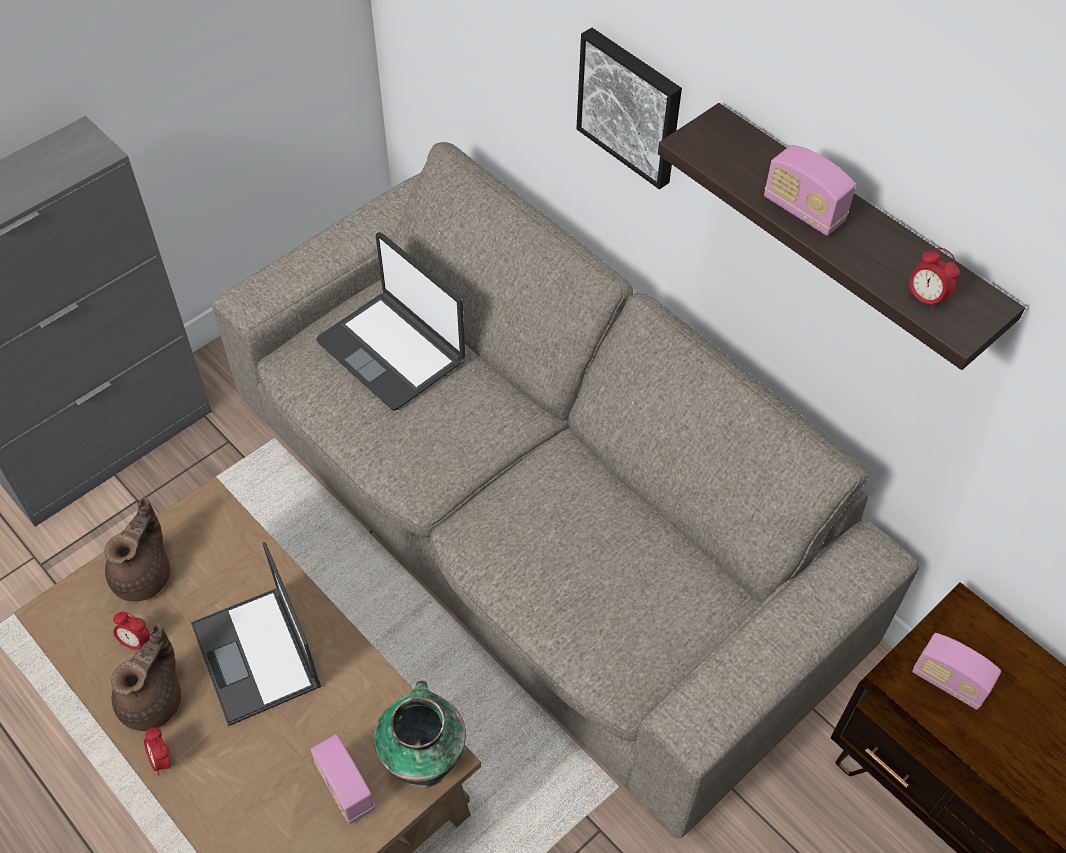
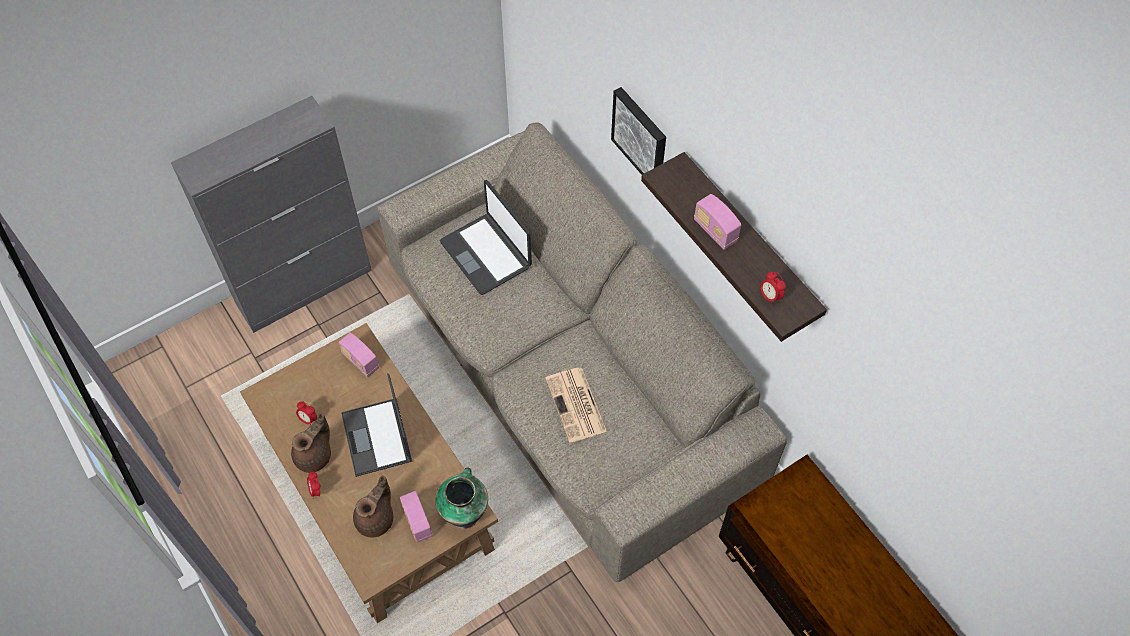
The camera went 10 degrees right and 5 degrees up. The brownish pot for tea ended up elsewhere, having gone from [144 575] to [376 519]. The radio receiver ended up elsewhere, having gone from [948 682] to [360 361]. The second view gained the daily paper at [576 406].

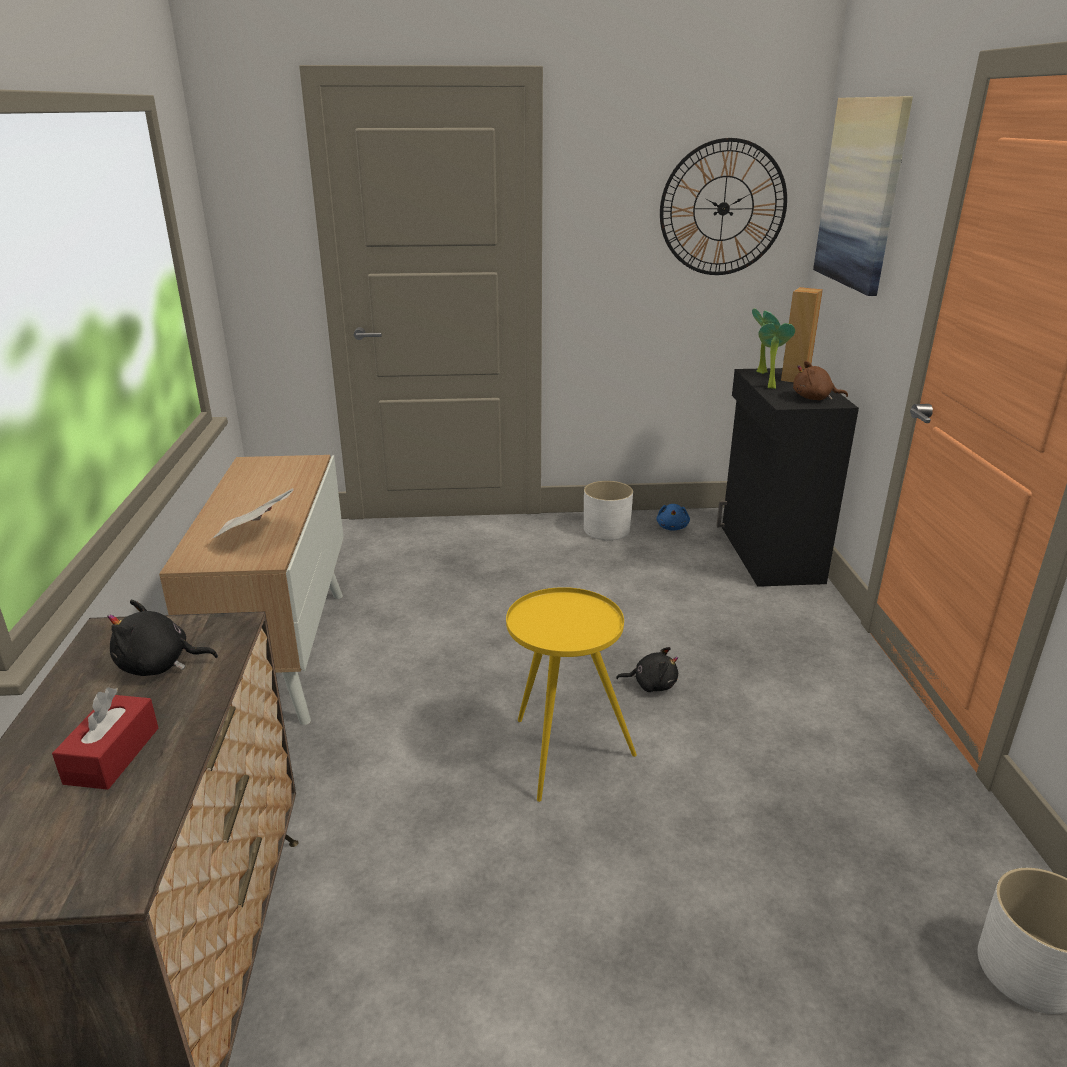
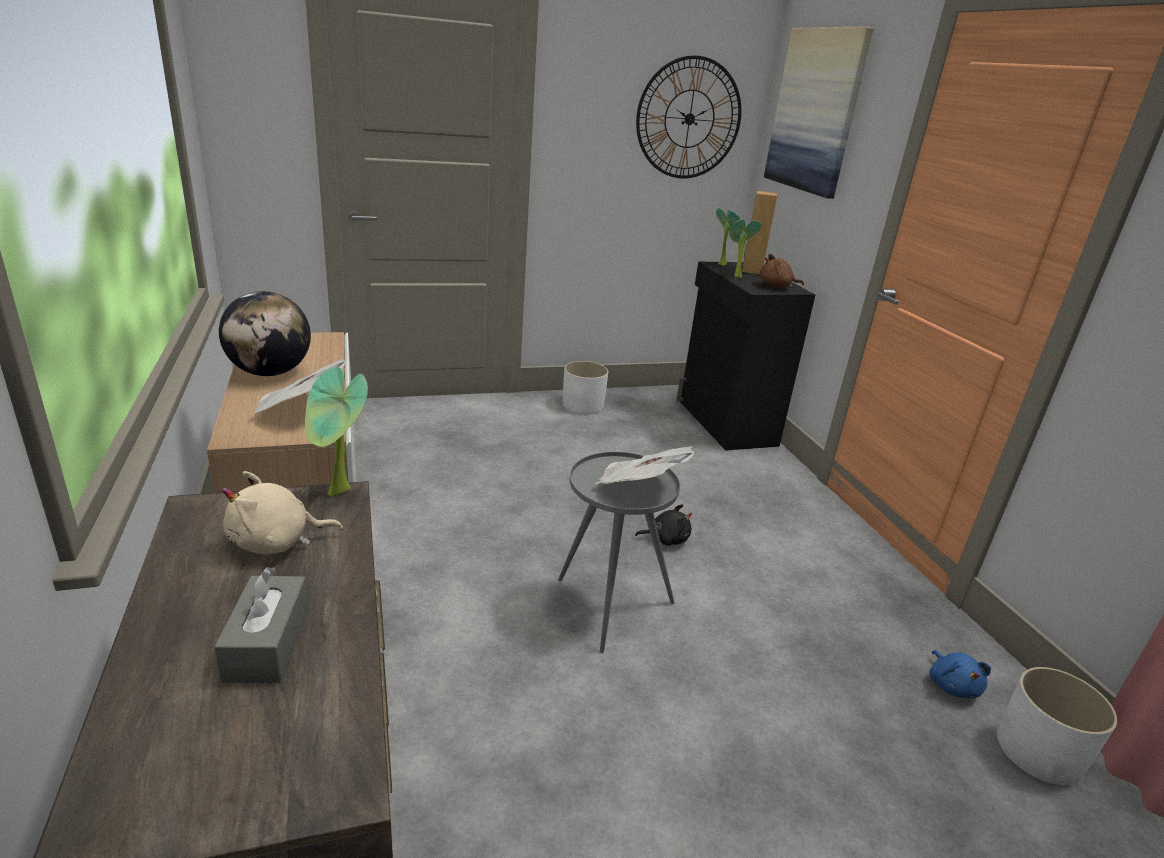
The camera went 15 degrees left and 0 degrees up. What was the red tissue holder at [112 755] turned into the grey tissue holder at [267 644]. What was the blackish plush toy at [159 665] turned into the beige plush toy at [276 542]. What was the yellowish side table at [562 753] turned into the grey side table at [608 606]. The blue-coloured plush toy ended up elsewhere, having gone from [672 527] to [952 685]. The second view gained the desk globe at [270 372]. The second view gained the plant in a pot at [339 494]. The second view gained the daily paper at [639 487].

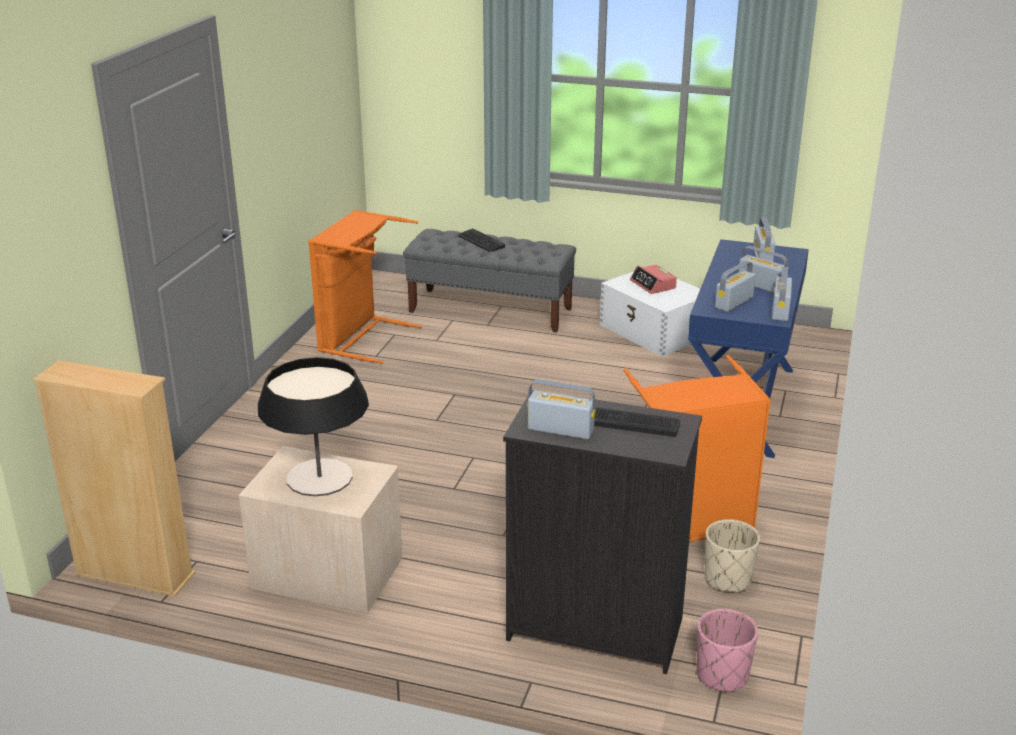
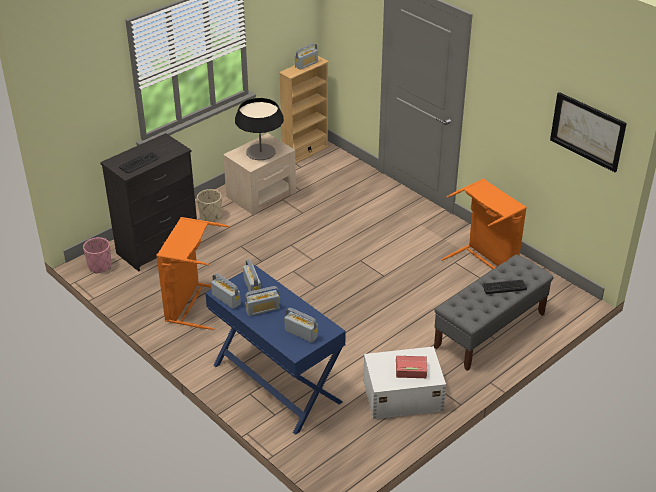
The camera went 120 degrees right and 10 degrees up. The radio receiver ended up elsewhere, having gone from [560 430] to [306 64]. The beige plant pot ended up elsewhere, having gone from [727 579] to [210 216]. The second view gained the picture at [587 131].

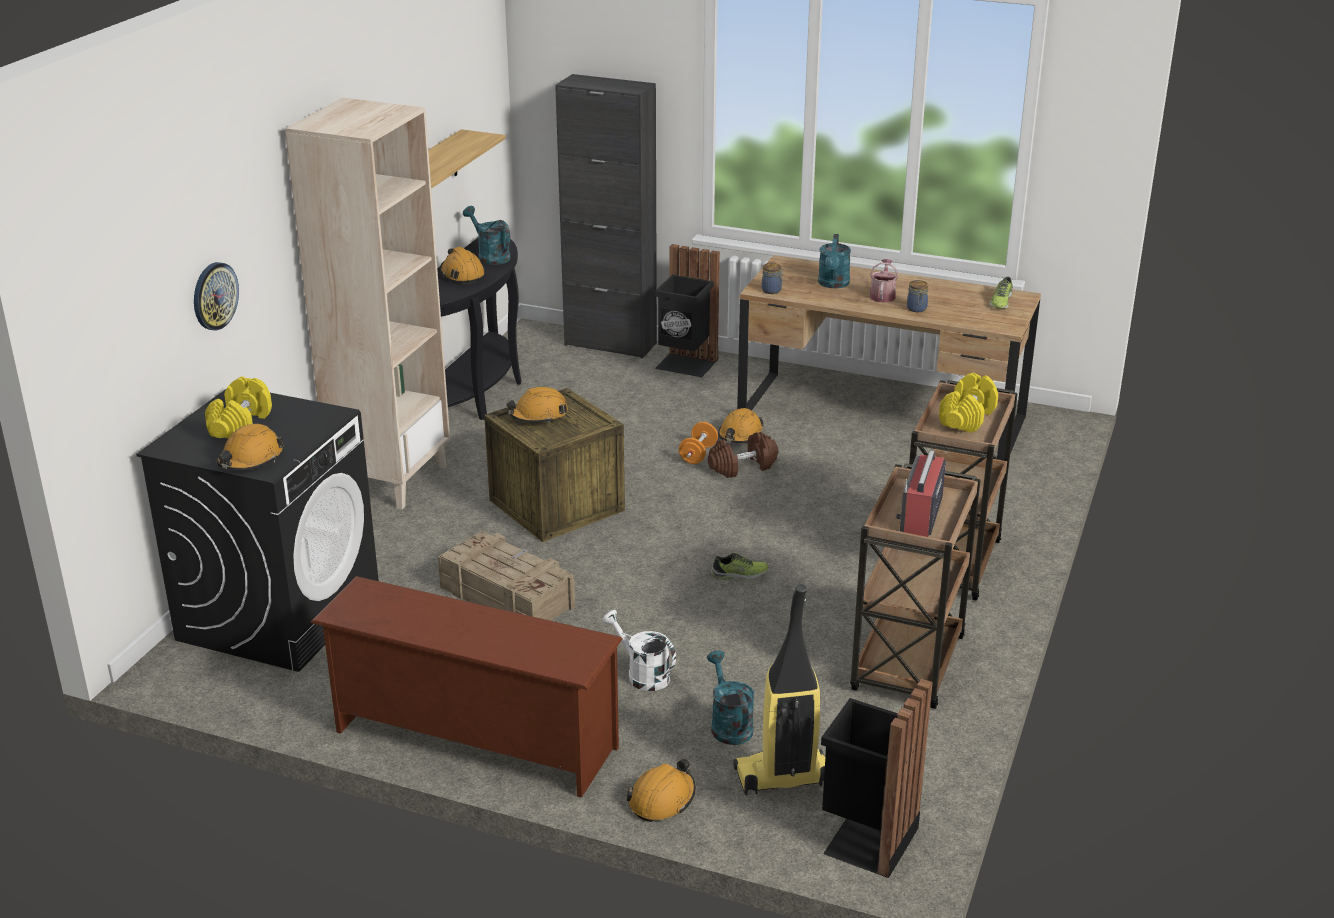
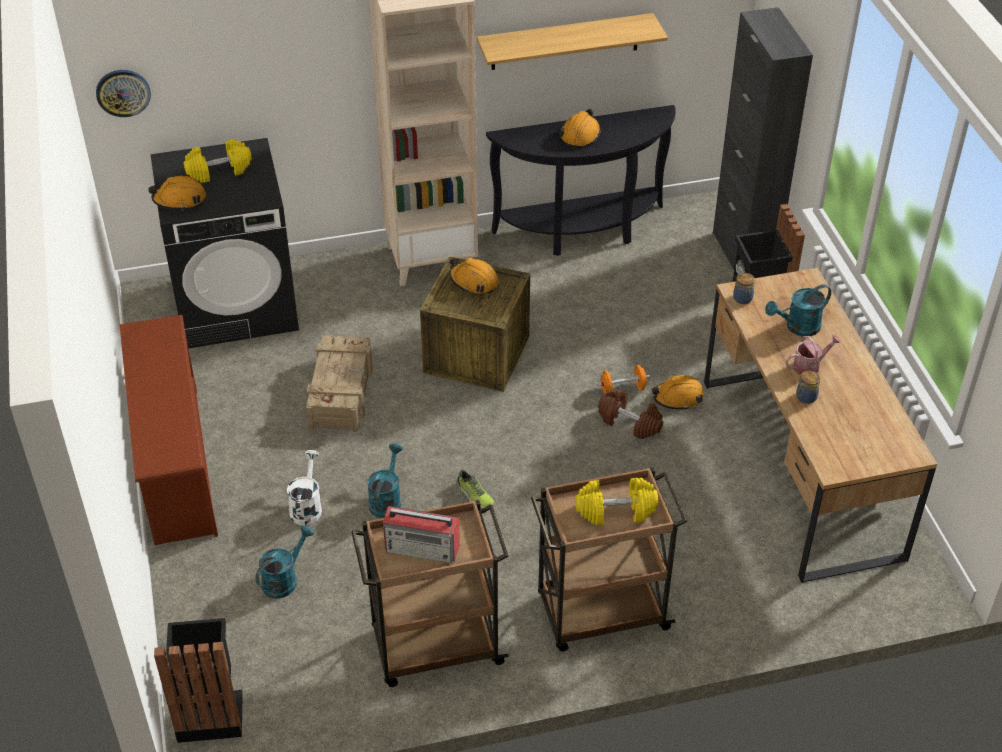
The camera went 55 degrees right and 15 degrees up. The clock on the wall ended up elsewhere, having gone from [214 296] to [123 92]. The blue-green watering can ended up elsewhere, having gone from [490 256] to [386 499]. The second view lost the orange work helmet at [662 799]. The second view lost the vacuum at [782 778]. The radio receiver at [921 516] ended up facing another way, 150 degrees counterclockwise from before. The second view lost the item of footwear at [1000 301].

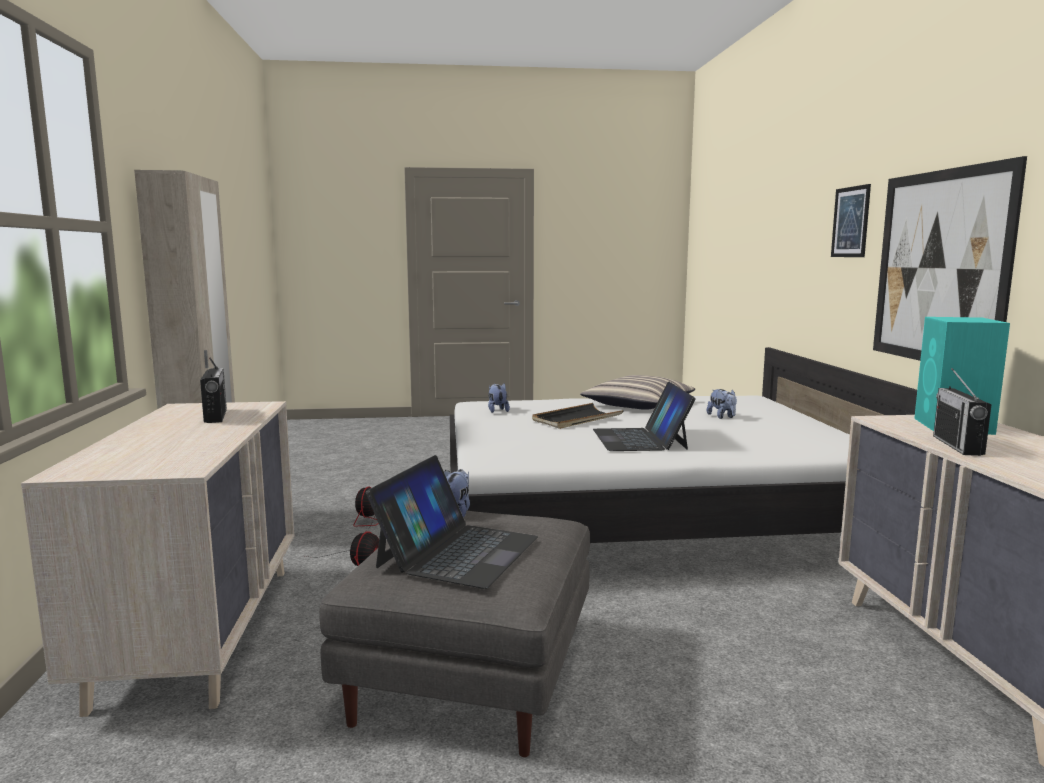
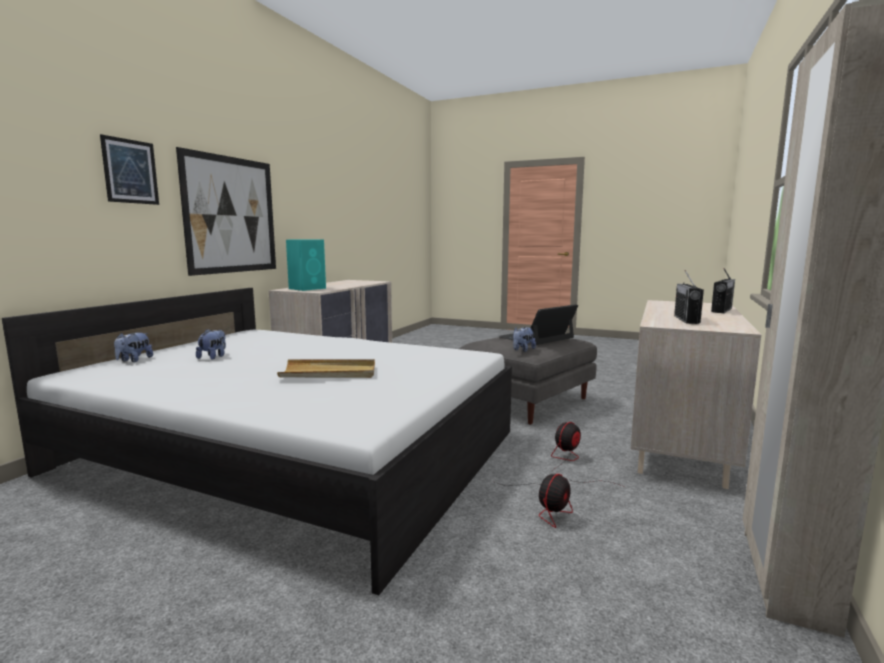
The camera went 150 degrees left and 0 degrees up. The plush toy ended up elsewhere, having gone from [497 410] to [134 360]. What was the blackish carrying tray at [577 419] turned into the beige carrying tray at [329 373]. The second view lost the pillow at [638 405]. The second view lost the notebook computer at [640 439]. The radio receiver ended up elsewhere, having gone from [957 445] to [721 310].

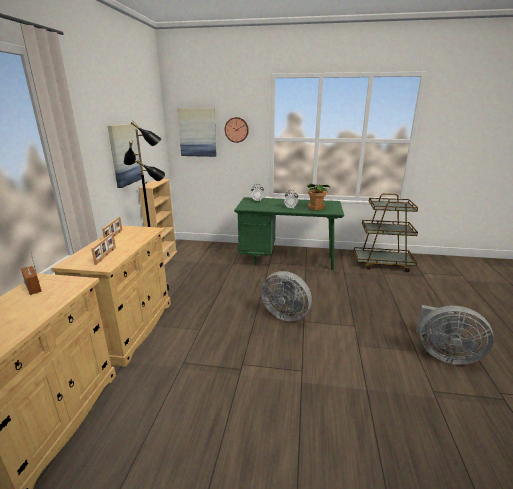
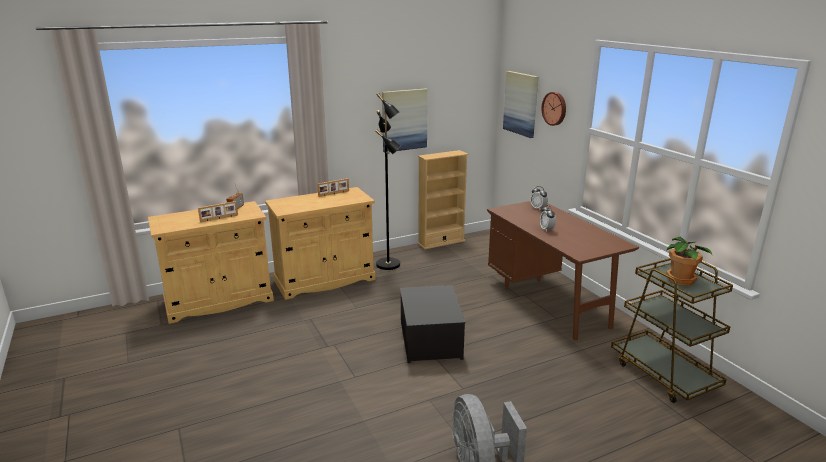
The camera went 55 degrees right and 0 degrees up. The photo frame ended up elsewhere, having gone from [106 255] to [219 218]. What was the green-coloured desk unit at [287 260] turned into the brownish desk unit at [549 302]. Where the grey fan stood at [286 314], the storage container came to stand at [431 340]. The plant in a pot ended up elsewhere, having gone from [316 208] to [681 280].

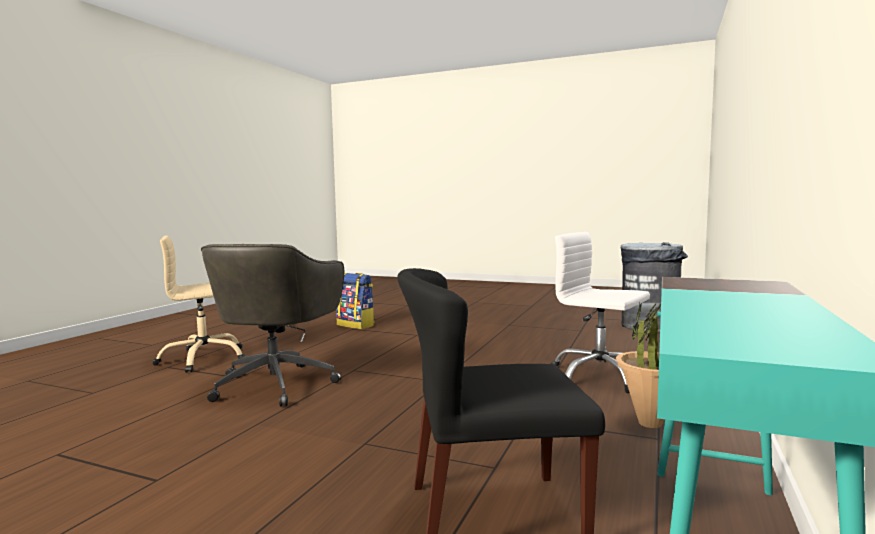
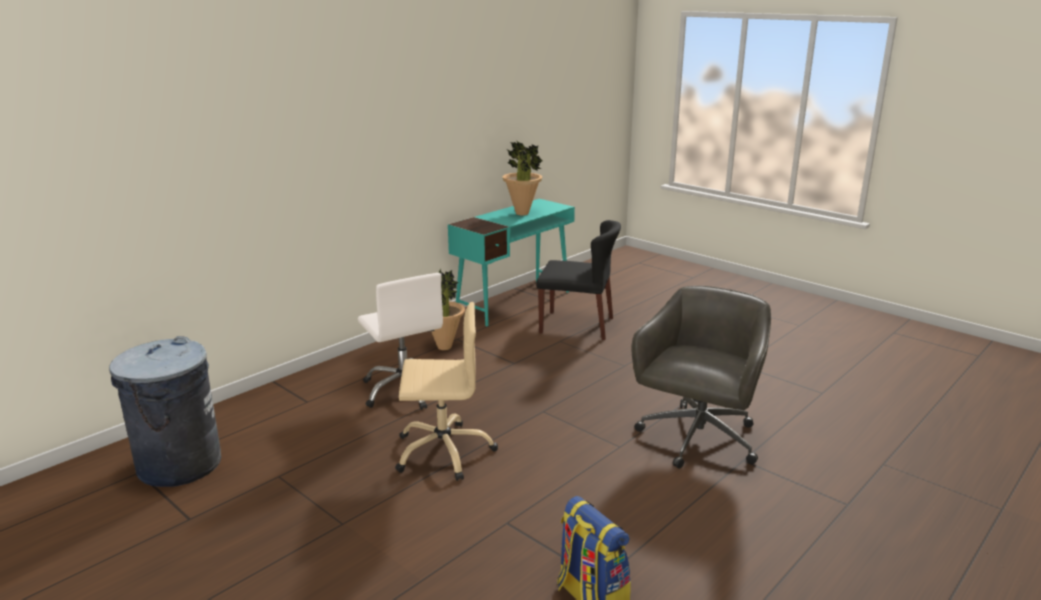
The camera went 160 degrees left and 15 degrees up. The beige desk chair ended up elsewhere, having gone from [203 359] to [444 451]. The second view gained the plant in a pot at [522 213].

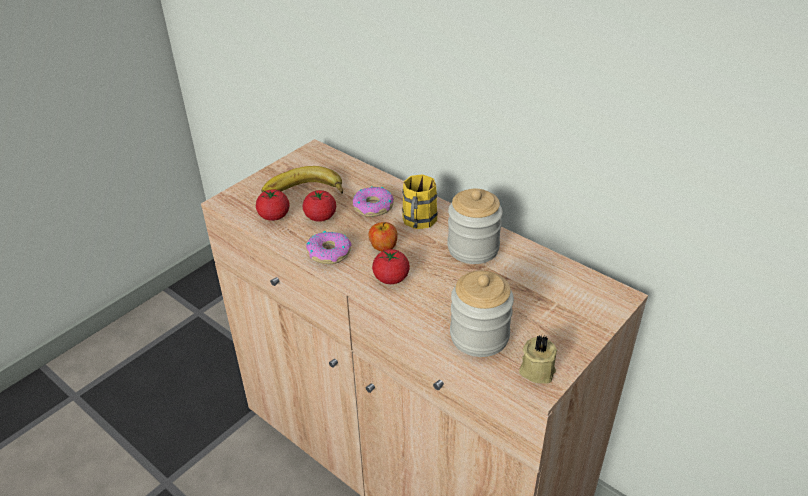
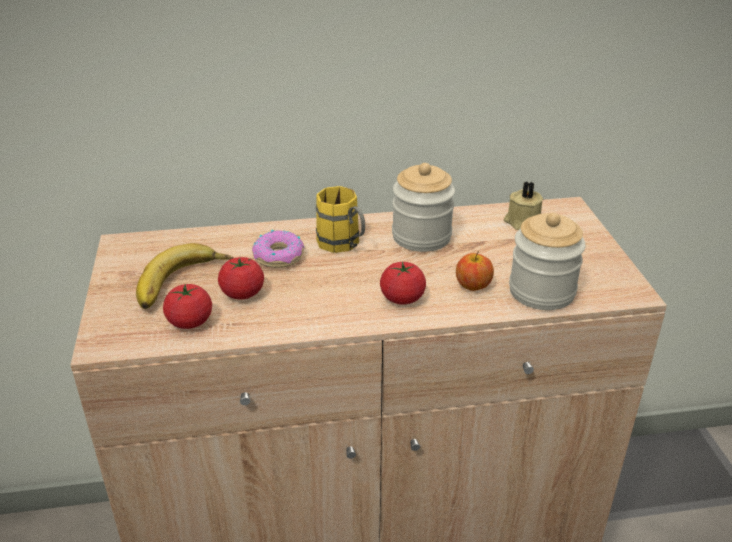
The camera went 50 degrees left and 5 degrees down. The second view lost the doughnut at [329 253]. The apple fruit ended up elsewhere, having gone from [383 247] to [473 285]. The beige wax light ended up elsewhere, having gone from [536 369] to [521 222].

